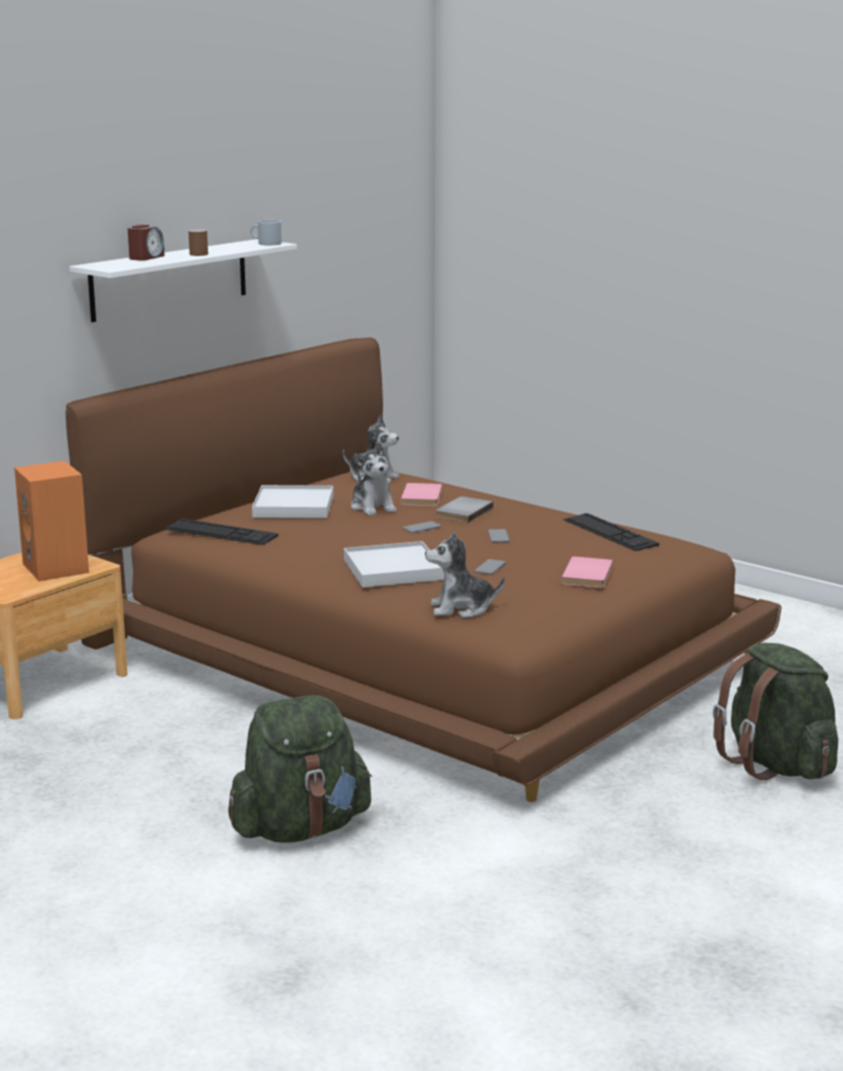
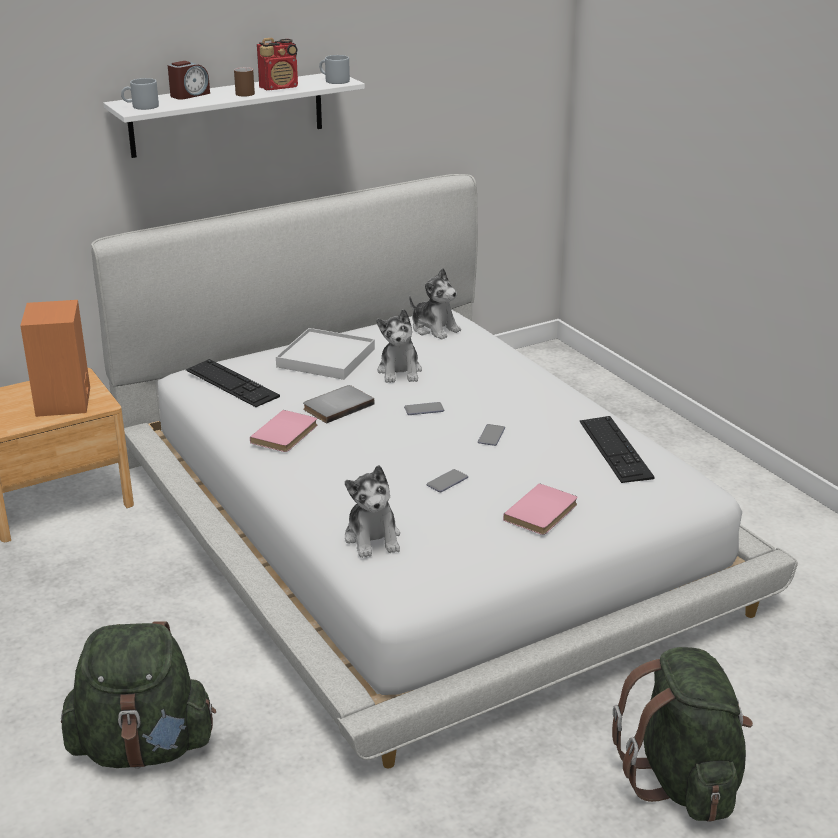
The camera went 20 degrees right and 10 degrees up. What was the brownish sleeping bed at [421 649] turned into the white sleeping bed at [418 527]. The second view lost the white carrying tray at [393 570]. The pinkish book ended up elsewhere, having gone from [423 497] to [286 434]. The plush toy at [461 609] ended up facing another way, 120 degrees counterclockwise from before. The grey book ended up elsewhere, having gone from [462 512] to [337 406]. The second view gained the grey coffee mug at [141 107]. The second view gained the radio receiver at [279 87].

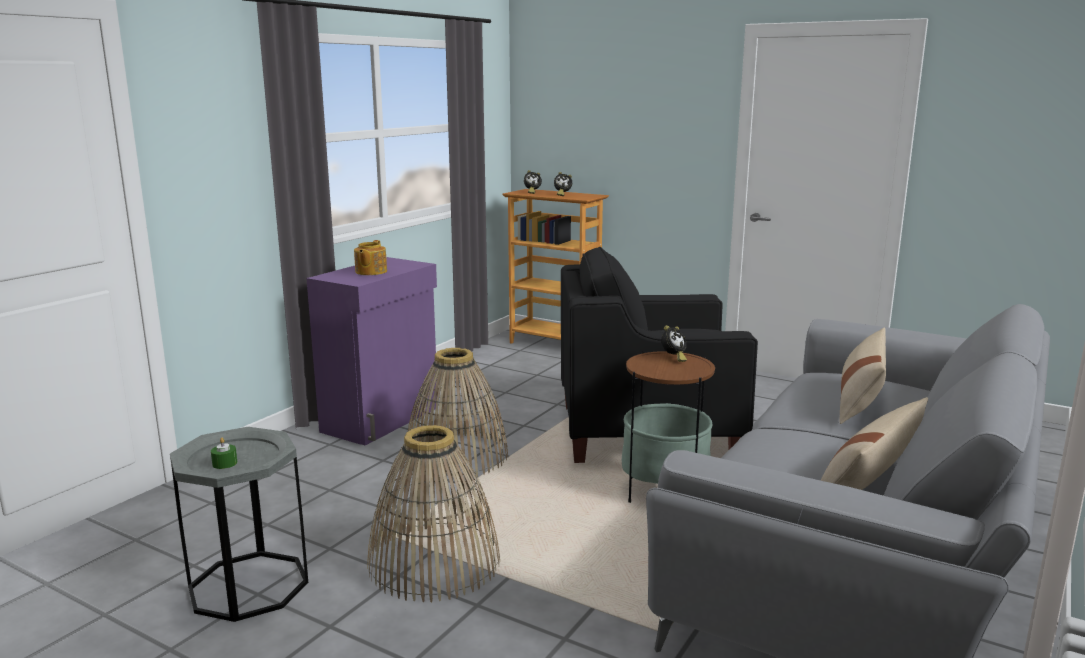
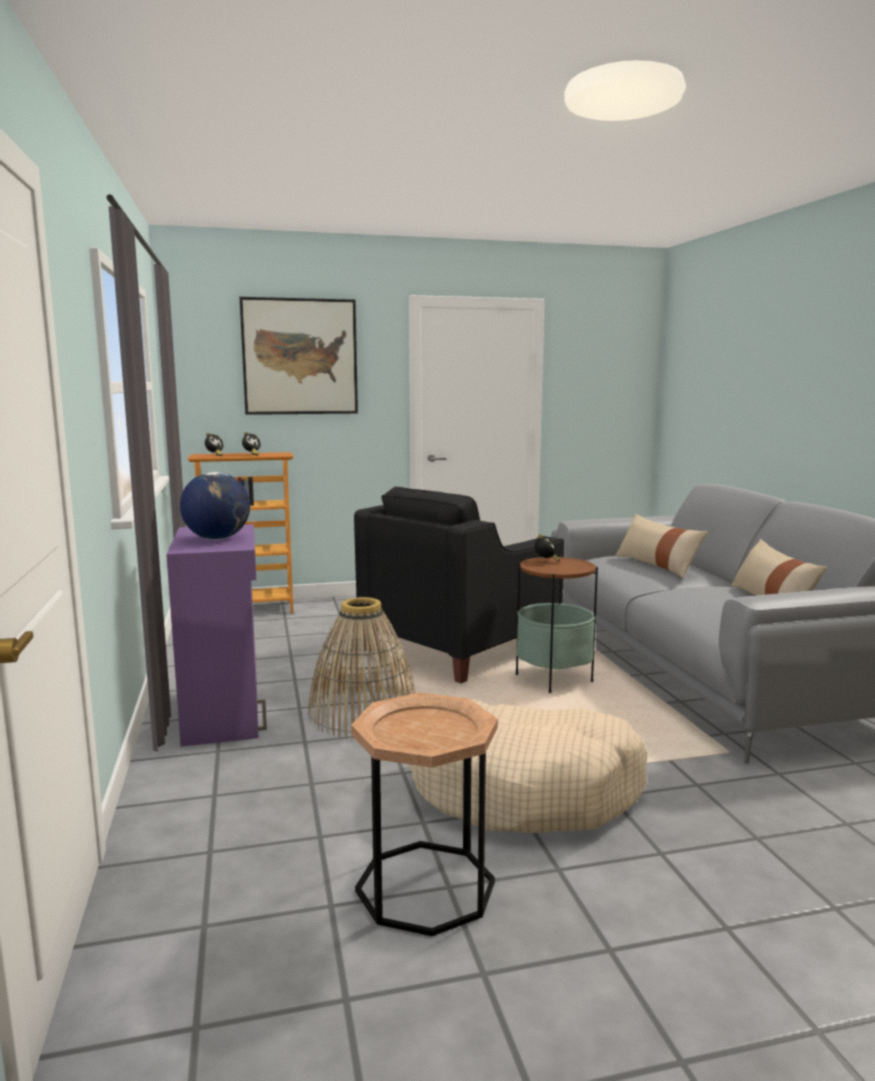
The camera went 45 degrees left and 5 degrees down. What was the grey side table at [248 585] turned into the brownish side table at [425 886]. The second view lost the green-coloured wax light at [225 463]. Where the pot for tea stood at [370 272], the desk globe came to stand at [217 538]. Where the storage basket stood at [434 563], the beige pet bed came to stand at [523 788]. The second view gained the picture at [300 357].

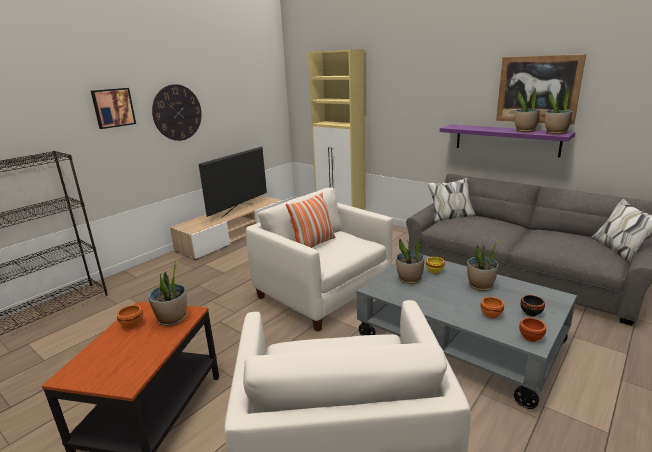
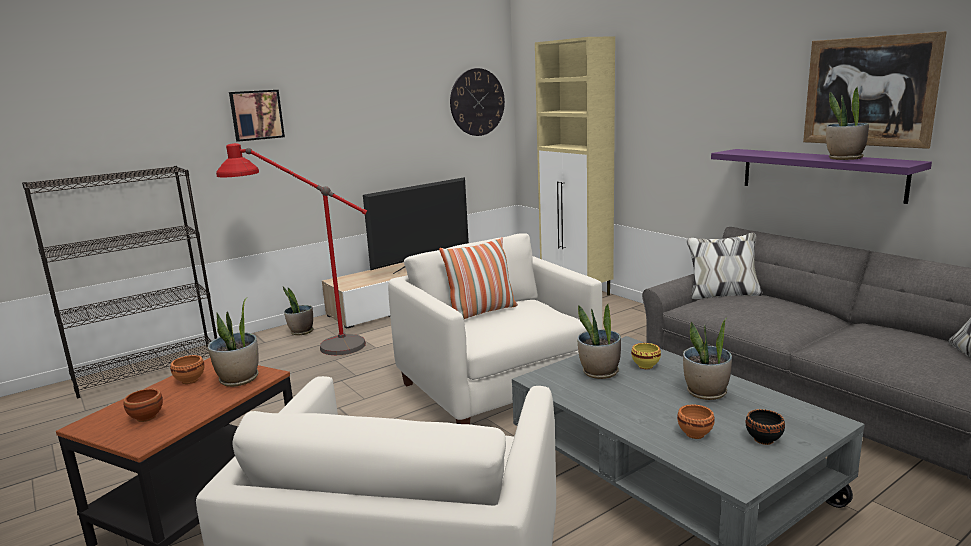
The camera went 15 degrees right and 5 degrees down. The clock on the wall ended up elsewhere, having gone from [177 112] to [477 102]. The brownish serving bowl ended up elsewhere, having gone from [530 337] to [147 417]. The plant in a pot ended up elsewhere, having gone from [555 133] to [301 332]. The second view gained the red standing lamp at [311 346].

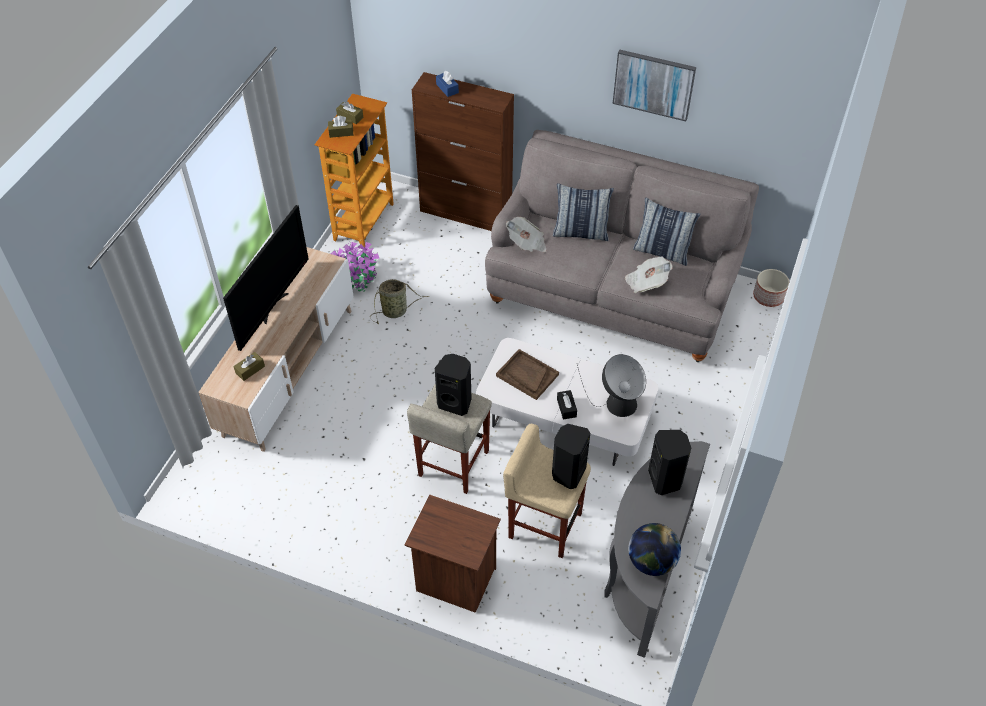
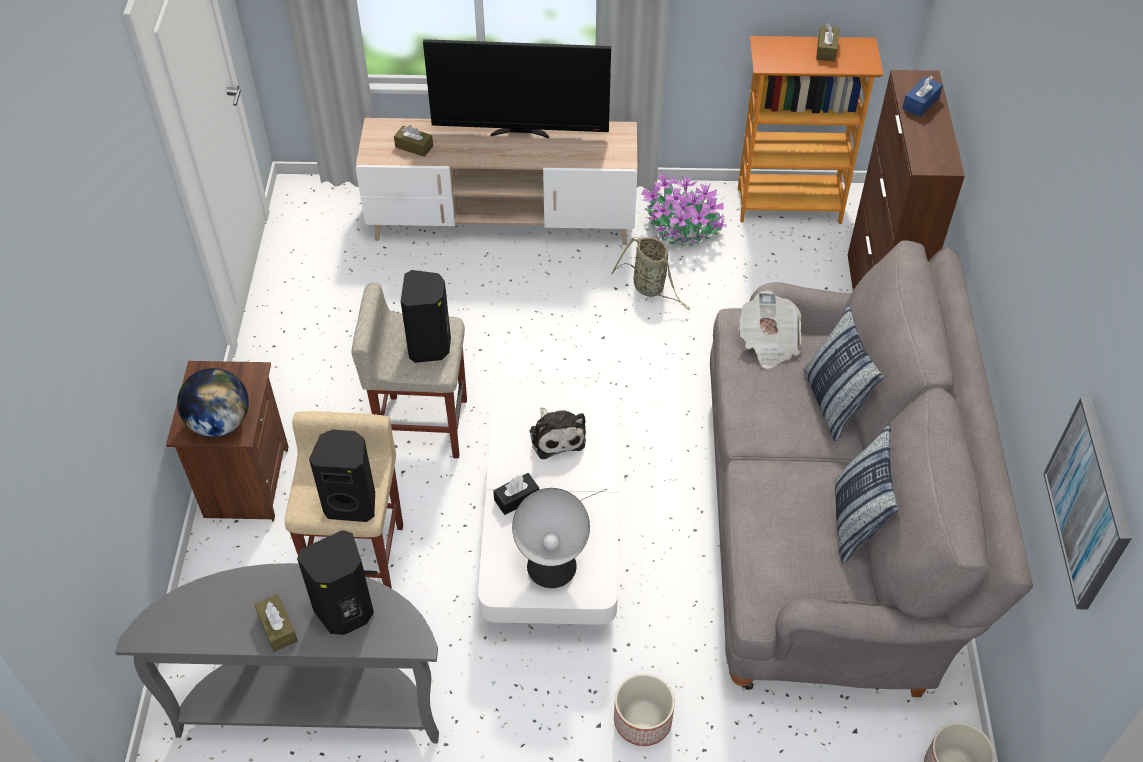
The camera went 70 degrees right and 0 degrees up. The brownish tissue holder ended up elsewhere, having gone from [341 132] to [277 627]. Where the brownish carrying tray stood at [527 375], the plush toy came to stand at [556 436]. The picture ended up elsewhere, having gone from [653 84] to [1089 503]. The second view lost the daily paper at [646 282]. The desk globe ended up elsewhere, having gone from [651 561] to [220 423]. The second view gained the plant pot at [642 721].

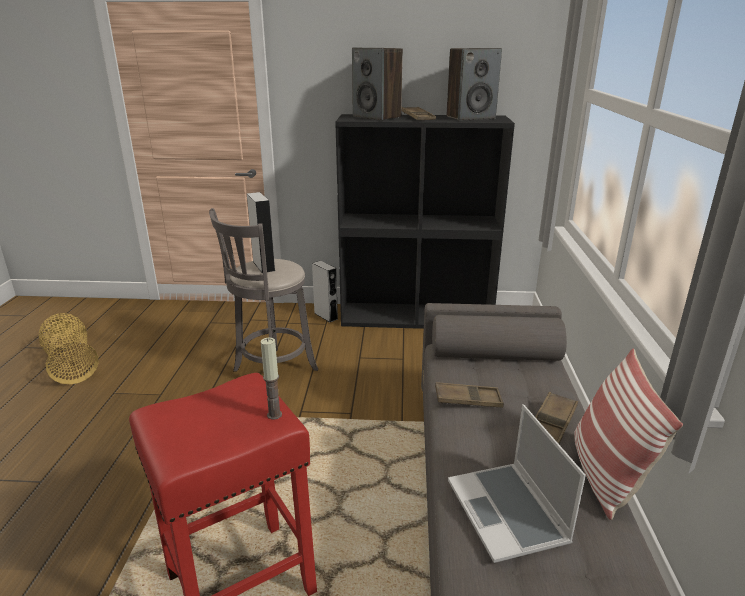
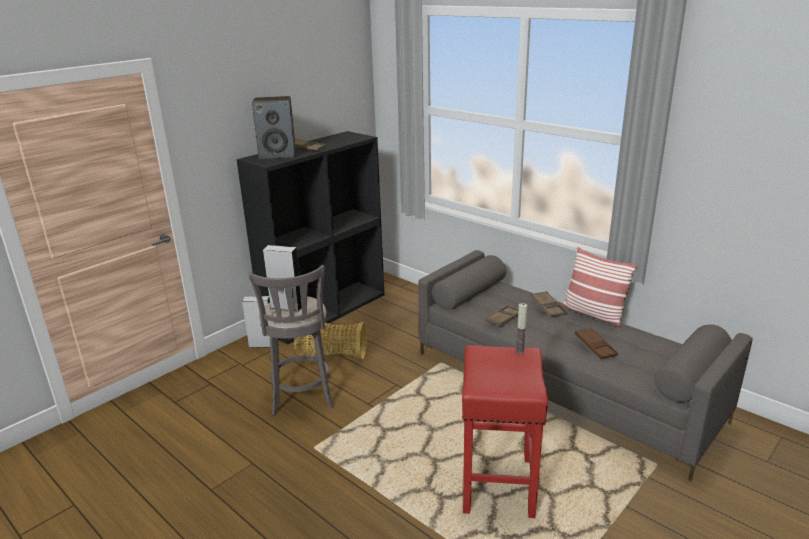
The camera went 50 degrees left and 0 degrees up. The storage basket ended up elsewhere, having gone from [71 364] to [330 355]. The second view lost the audio speaker at [470 117]. Where the notebook computer stood at [508 513], the brownish carrying tray came to stand at [595 346].

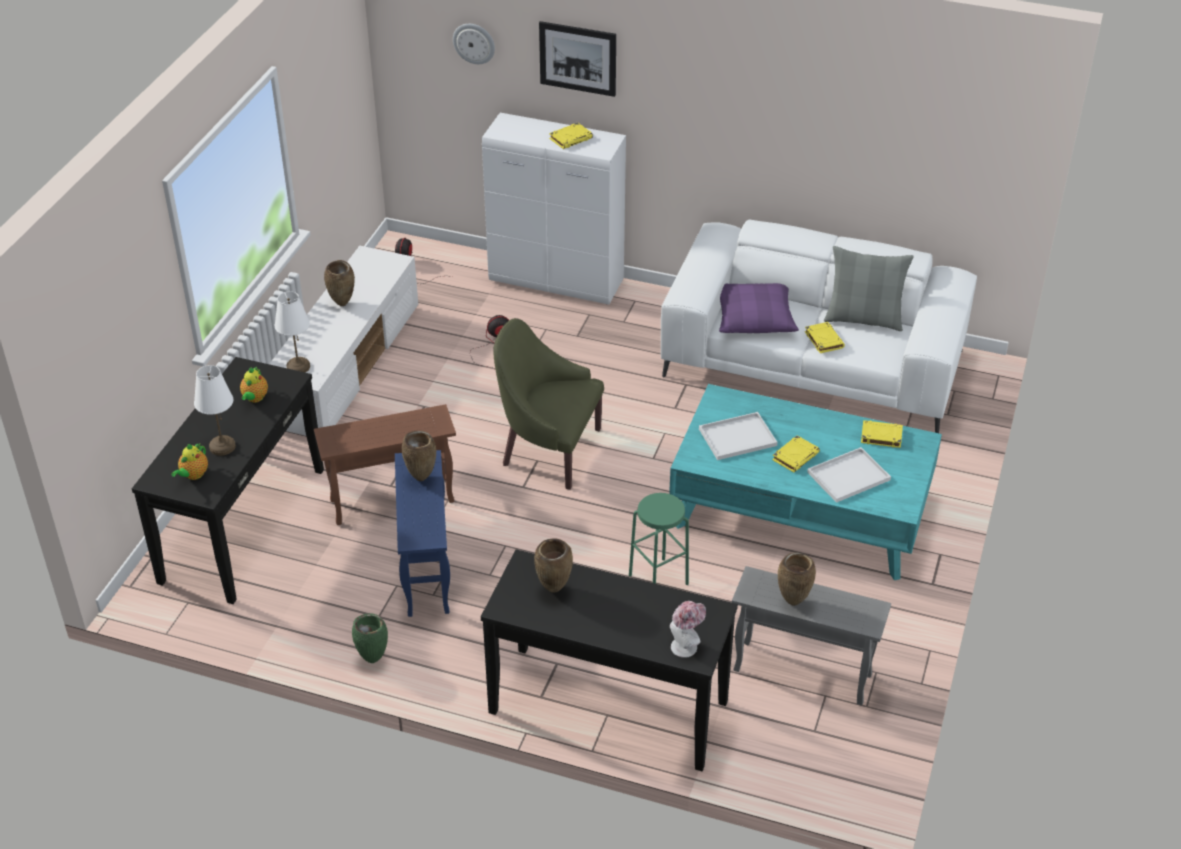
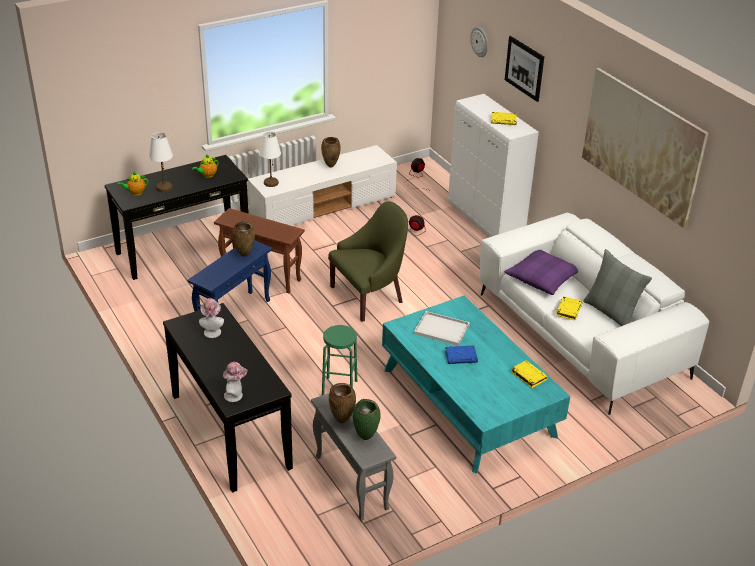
The camera went 40 degrees right and 5 degrees down. The green-coloured vase ended up elsewhere, having gone from [373 659] to [366 437]. The green-coloured easy chair at [548 450] ended up facing another way, 90 degrees clockwise from before. Where the brownish vase stood at [553 590], the hat came to stand at [212 331]. What was the yellowish book at [795 456] turned into the blue-coloured book at [461 357]. The second view lost the white carrying tray at [848 477]. The second view gained the picture at [641 145].

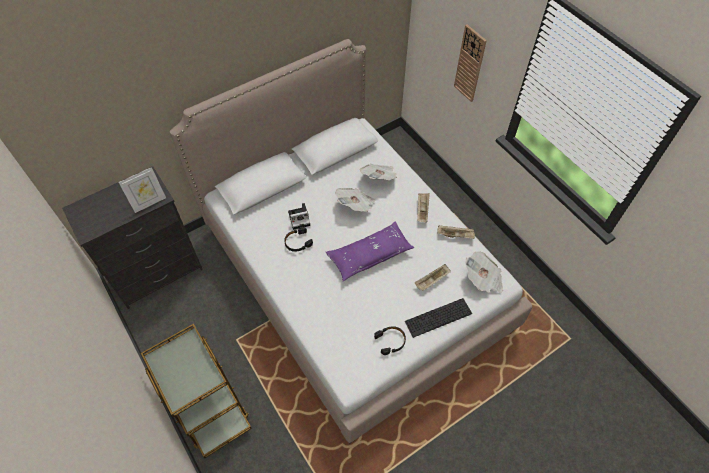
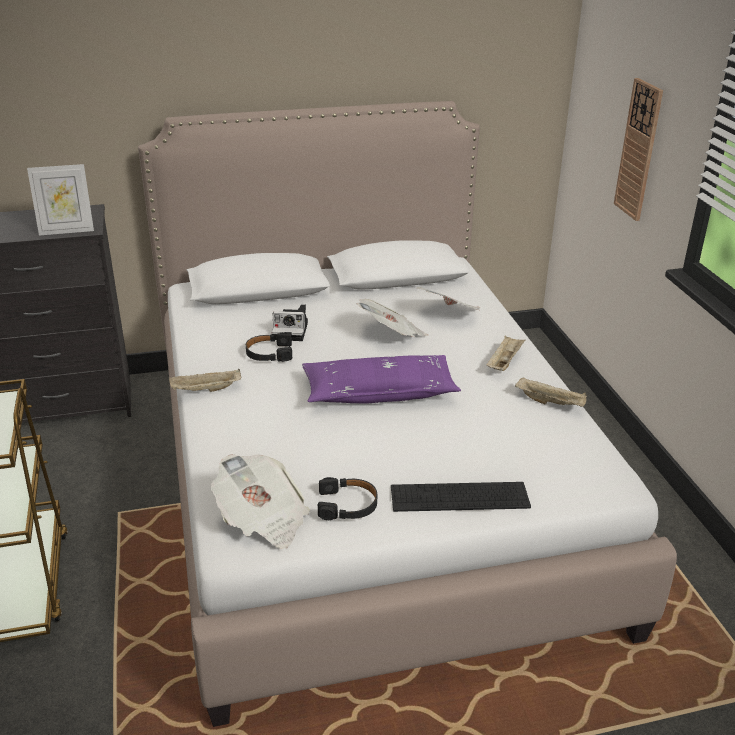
The camera went 20 degrees right and 25 degrees down. The beige carrying tray ended up elsewhere, having gone from [432 281] to [205 390]. The daily paper ended up elsewhere, having gone from [483 279] to [263 519].

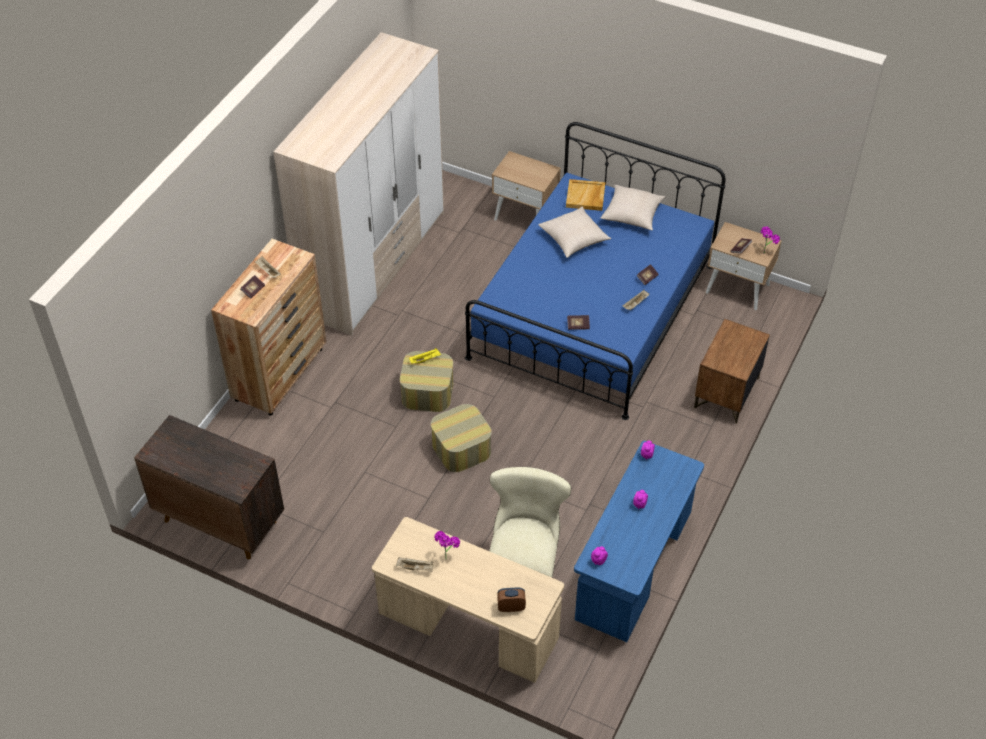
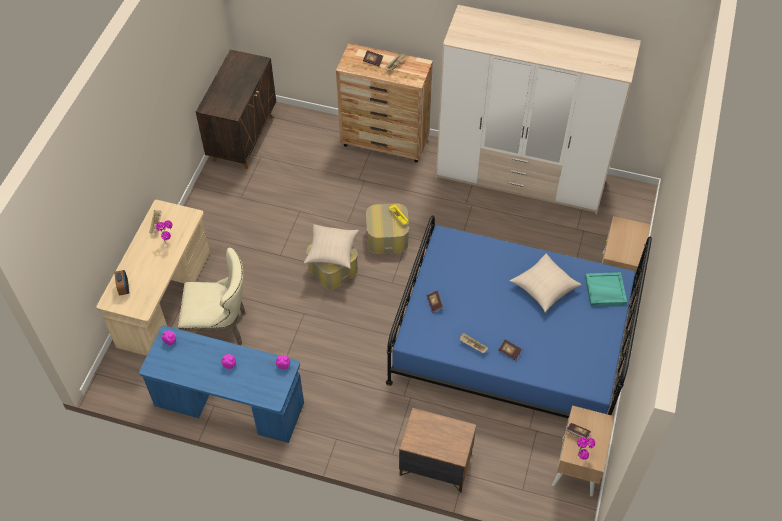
The camera went 80 degrees right and 5 degrees up. What was the beige carrying tray at [585 197] turned into the blue-green carrying tray at [605 290]. The beige pillow ended up elsewhere, having gone from [632 214] to [332 251].

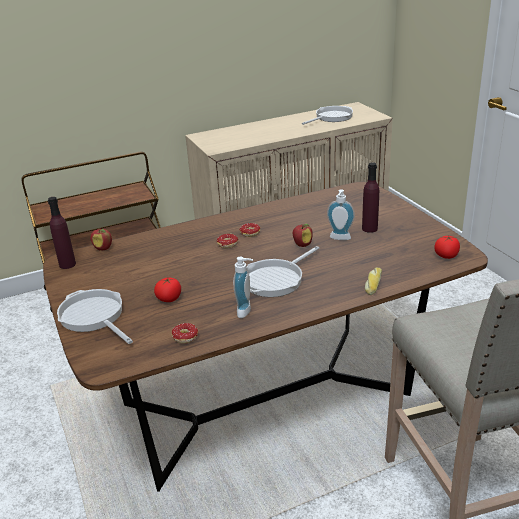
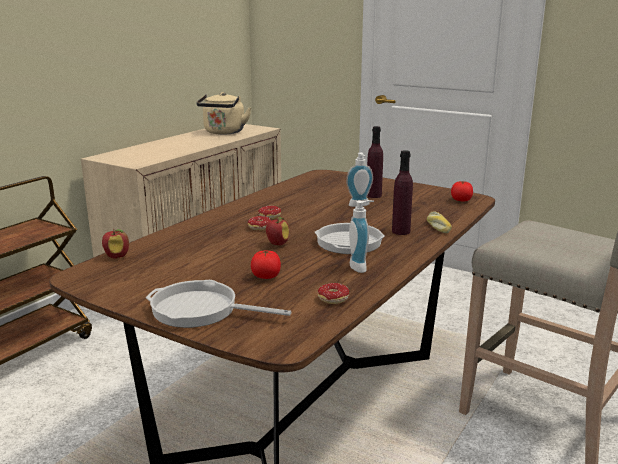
The camera went 35 degrees left and 10 degrees down. The purple beverage bottle ended up elsewhere, having gone from [67 264] to [401 231]. The apple fruit ended up elsewhere, having gone from [302 245] to [277 244]. Where the pan stood at [332 117], the beige kettle came to stand at [223 132].

